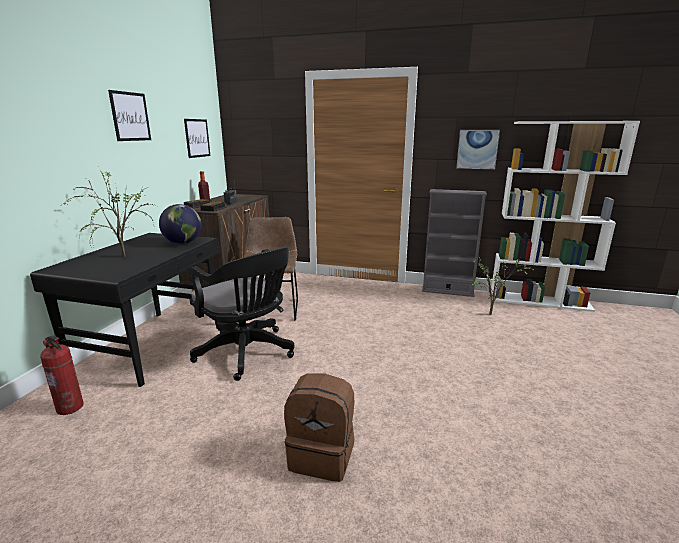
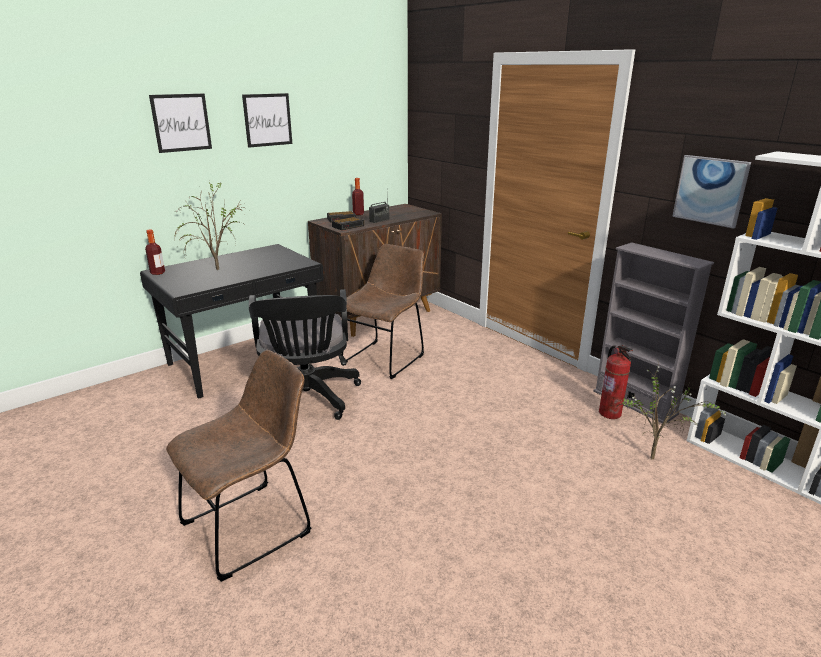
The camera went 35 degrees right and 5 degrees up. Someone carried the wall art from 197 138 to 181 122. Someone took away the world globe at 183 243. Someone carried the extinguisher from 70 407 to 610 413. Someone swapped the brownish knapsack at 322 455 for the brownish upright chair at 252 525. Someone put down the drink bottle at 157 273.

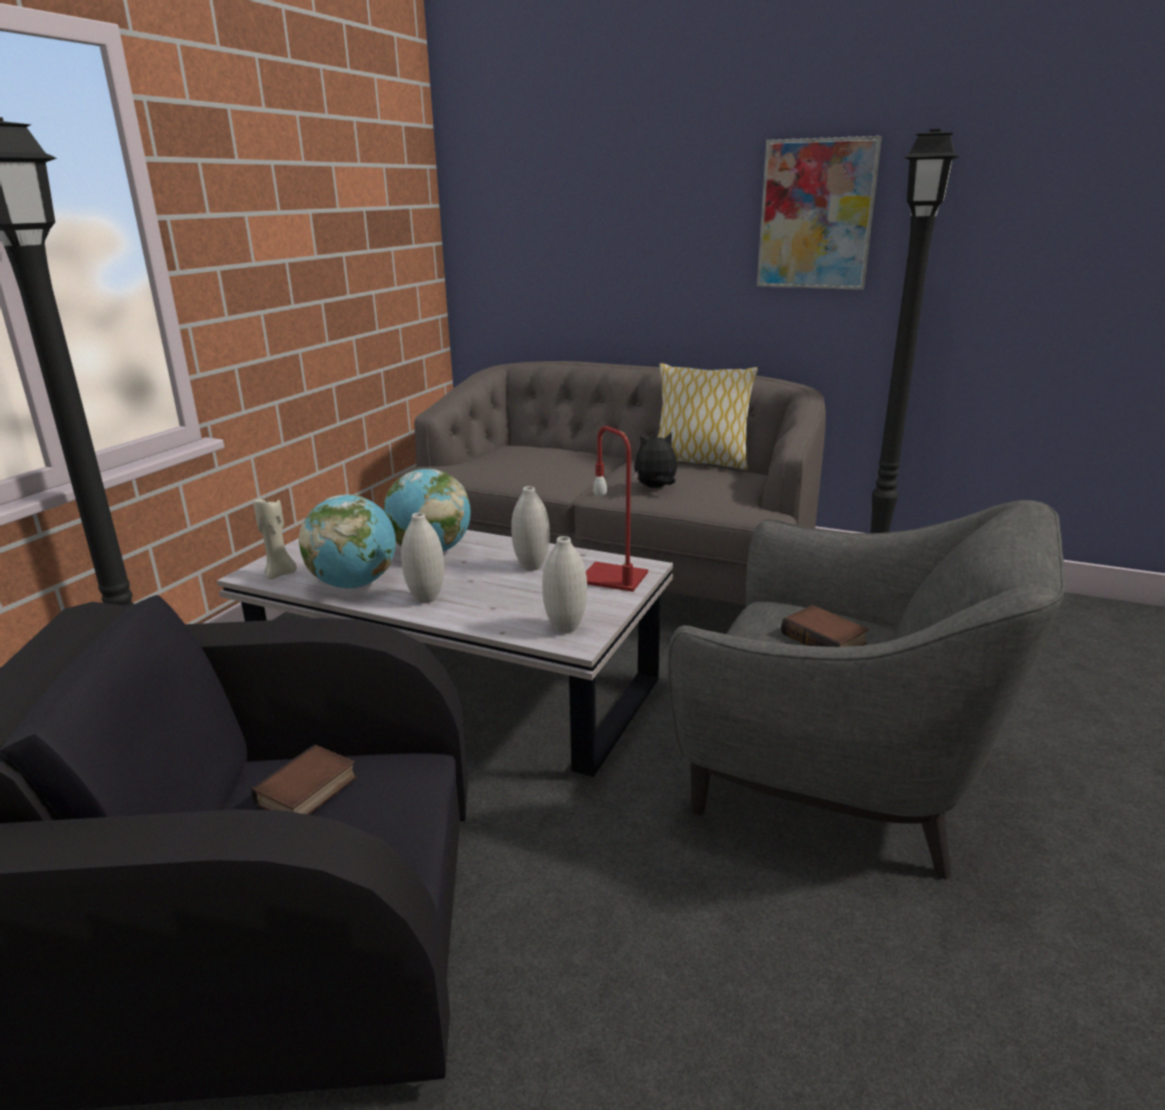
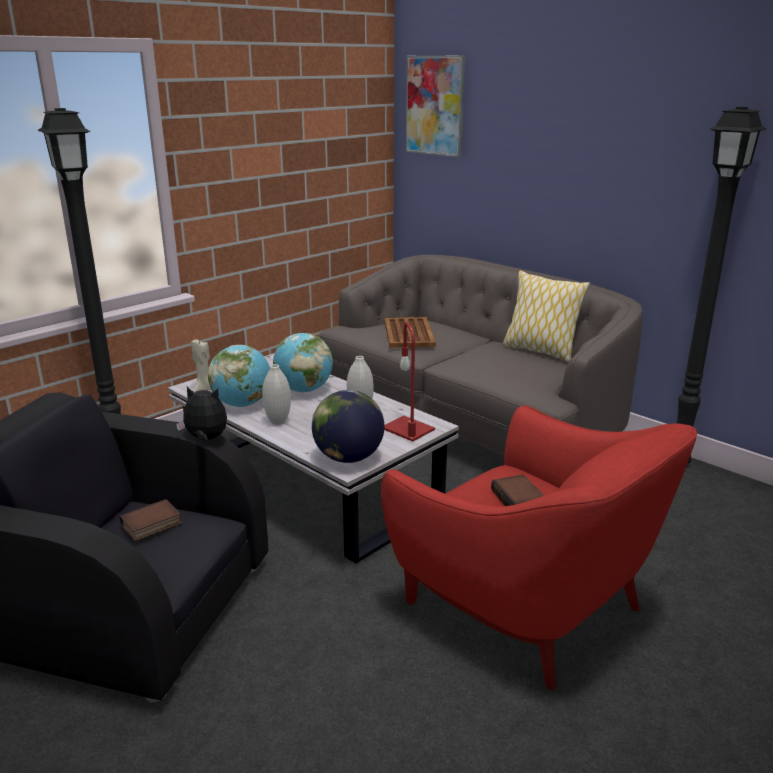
The camera went 20 degrees right and 0 degrees up. Someone carried the wall art from 816 215 to 435 106. Someone carried the plush toy from 655 488 to 206 439. Someone repainted the grey easy chair at 839 776, which became the reddish easy chair at 526 605. Someone swapped the white vase at 565 628 for the world globe at 348 457. Someone put down the brownish tray at 409 333.

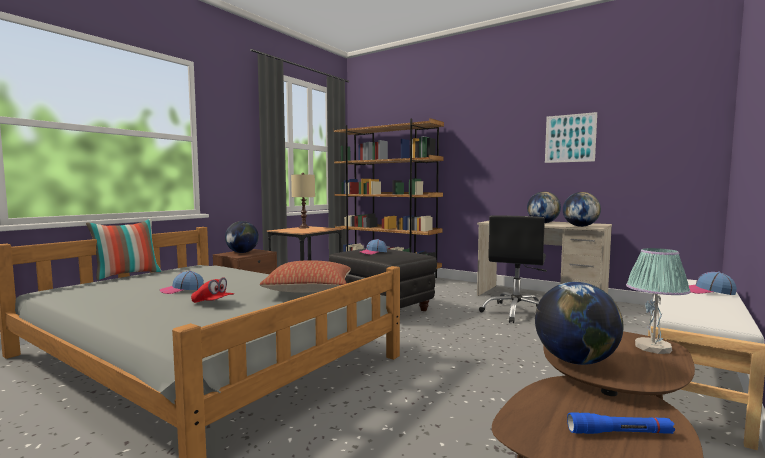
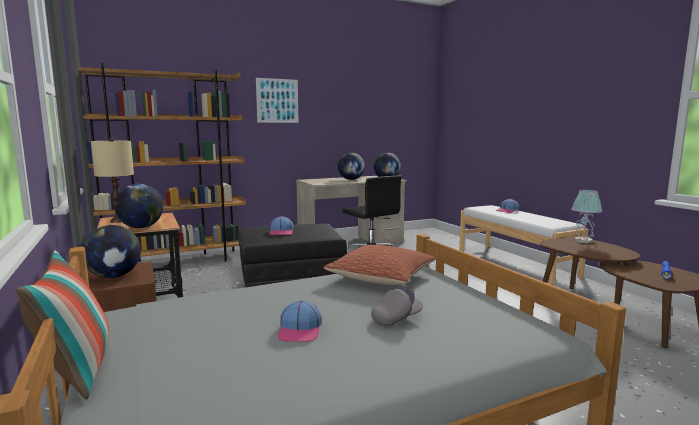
The camera went 60 degrees left and 5 degrees up. Someone carried the wall art from 570 138 to 277 100. Someone repainted the reddish peaked cap at 213 303, which became the grey peaked cap at 397 319. Someone carried the world globe from 575 361 to 141 227.

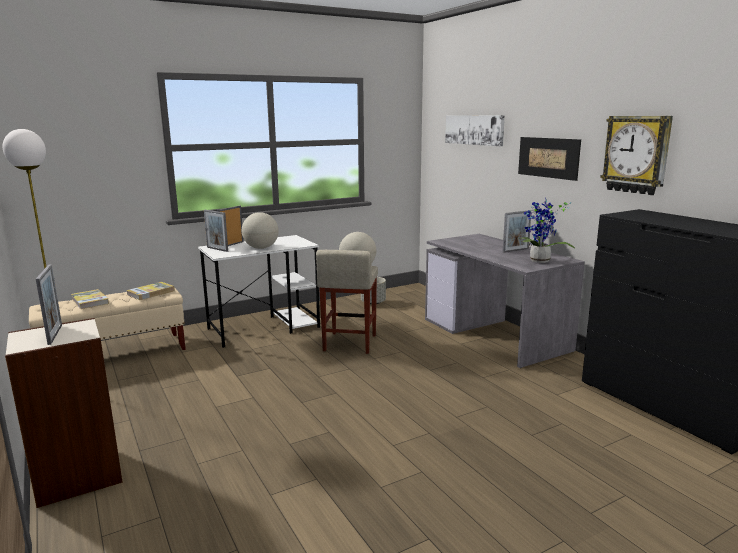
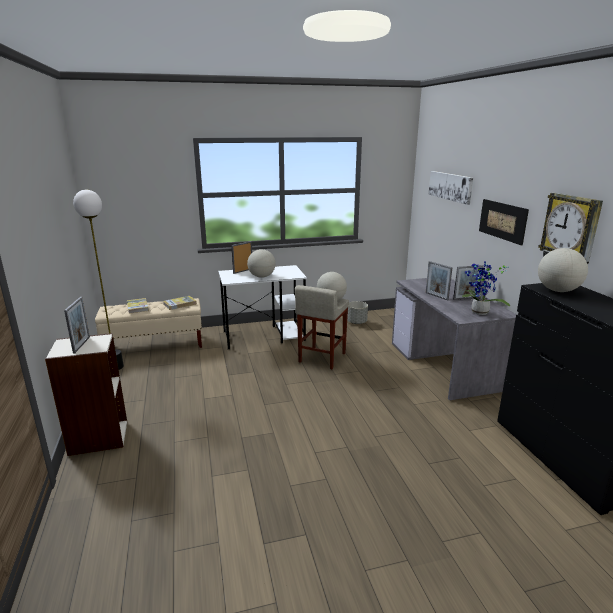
The camera went 15 degrees right and 5 degrees up. Someone carried the standing frame from 217 249 to 436 296. Someone put down the world globe at 557 290.

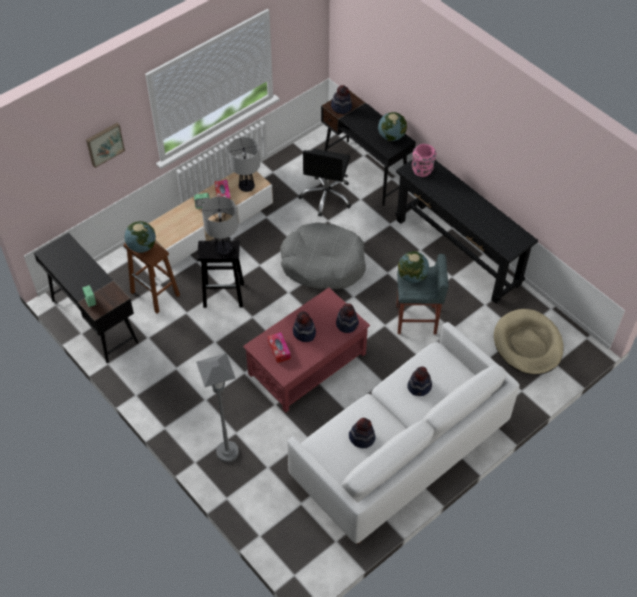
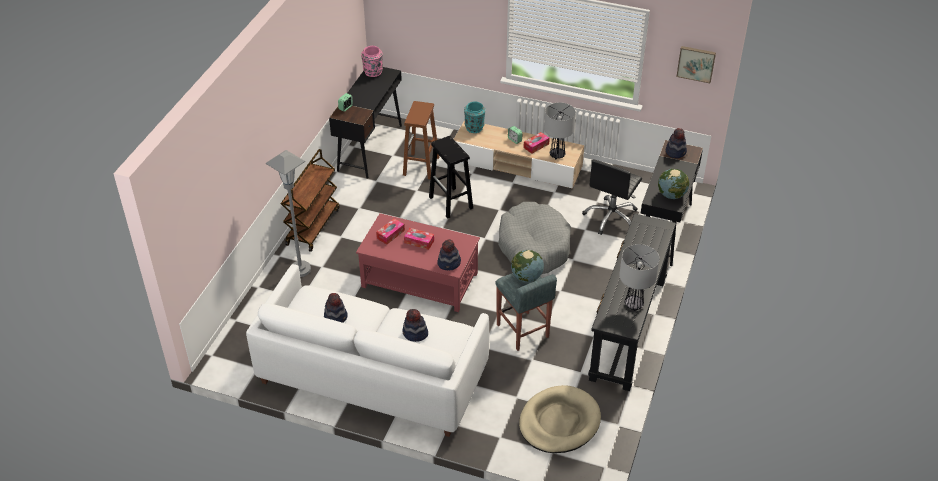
The camera went 60 degrees right and 10 degrees down. Someone carried the wall art from 104 144 to 696 63. Someone carried the pink-coloured vase from 422 170 to 373 72. Someone rotated the black-coloured computer chair at 326 196 by 45 degrees counterclockwise. Someone carried the tabletop lamp from 223 249 to 633 304. Someone took away the world globe at 142 246. Someone swapped the hat at 304 333 for the tissue holder at 419 242. Someone put down the turquoise vase at 474 127. Someone put down the brownish cart at 313 226.

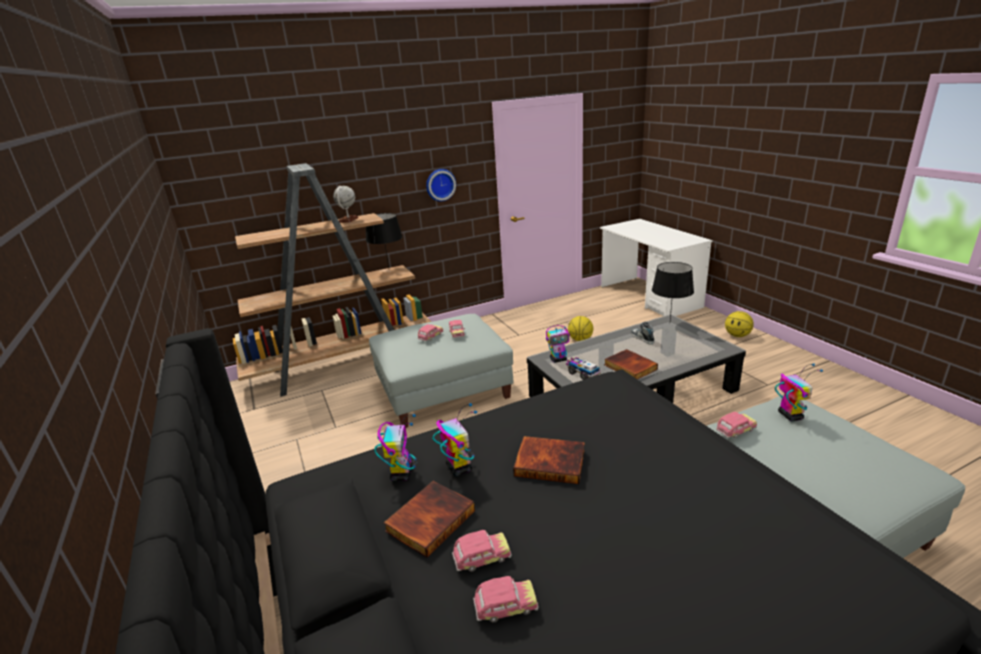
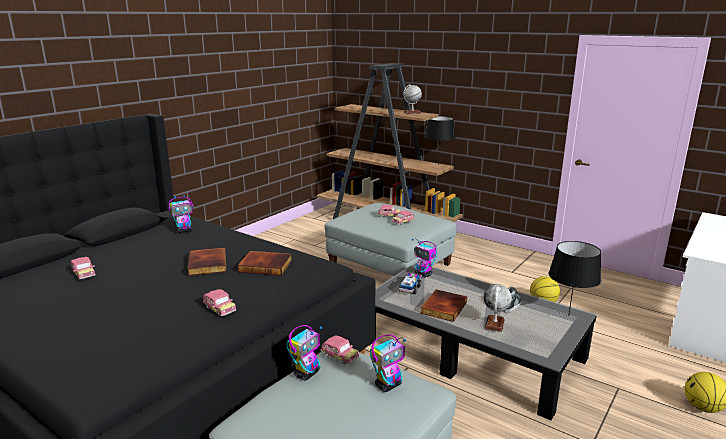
The camera went 60 degrees right and 5 degrees down. Someone took away the wall clock at 440 184. Someone carried the toy robot from 458 468 to 307 373. Someone carried the bound book from 430 519 to 266 265. Someone carried the toy car from 482 558 to 219 309. Someone put down the world globe at 494 324.

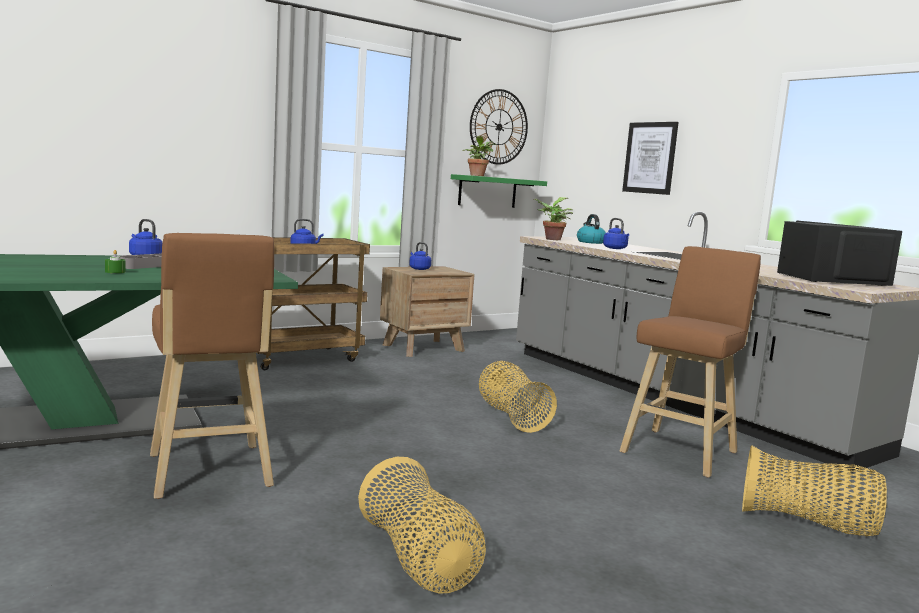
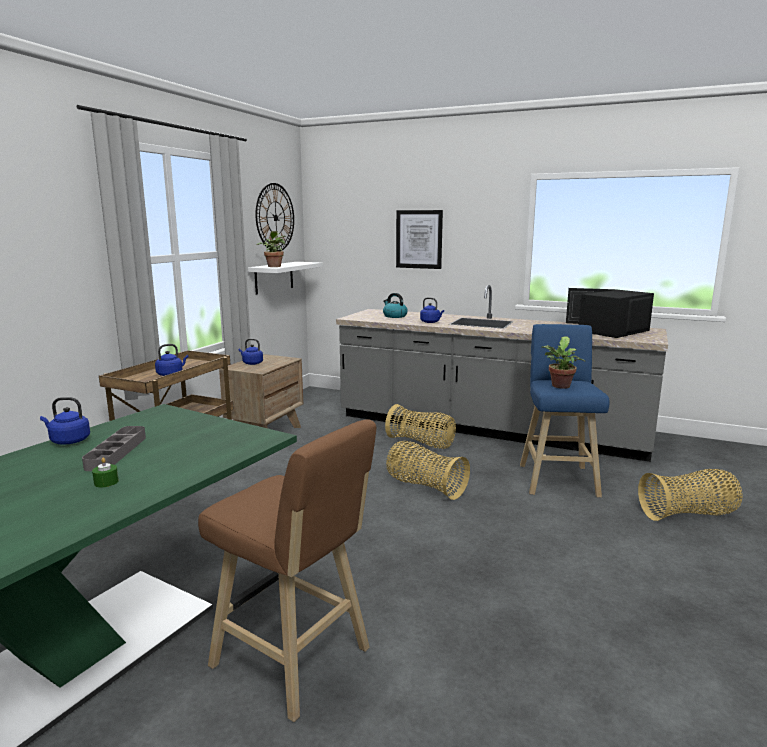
The camera went 30 degrees left and 5 degrees up. Someone repainted the green-coloured shelf at 487 191, which became the white shelf at 274 277. Someone carried the potted plant from 551 239 to 560 386. Someone repainted the brownish stool seat at 681 451, which became the blue stool seat at 557 479. Someone carried the storage basket from 419 561 to 421 443.

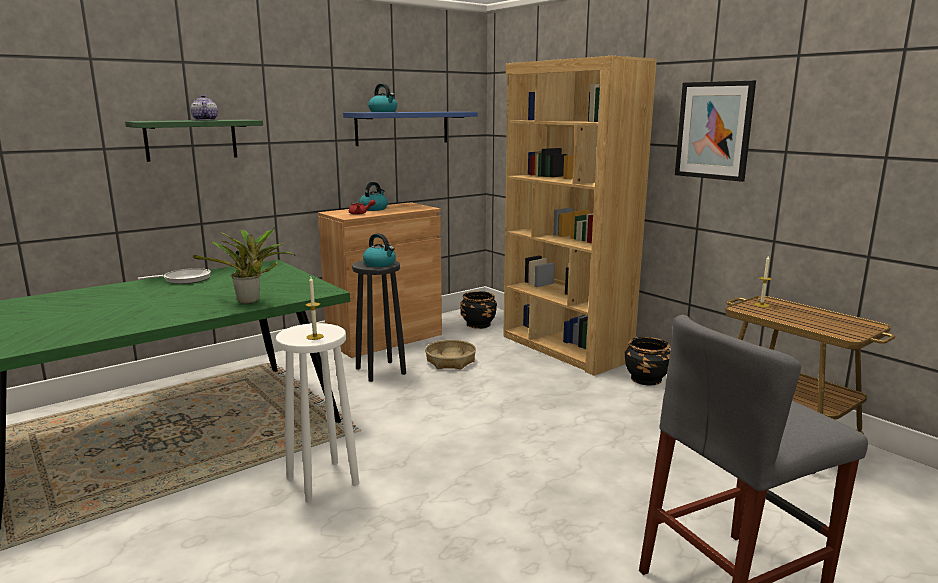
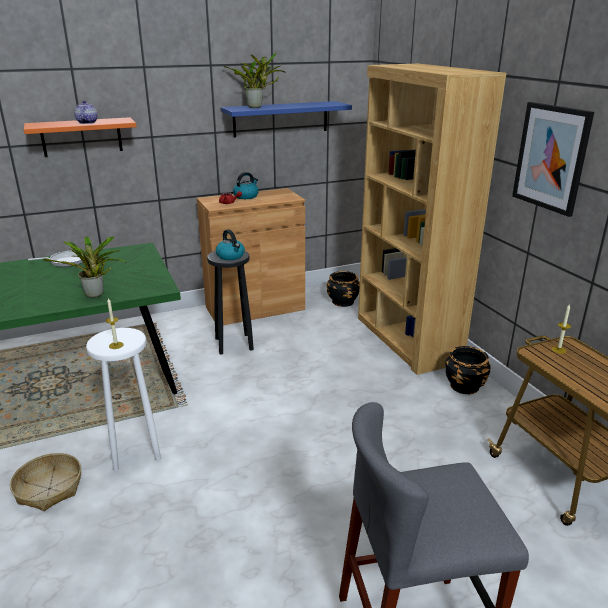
The camera went 15 degrees right and 10 degrees up. Someone swapped the kettle at 383 112 for the potted plant at 257 107. Someone repainted the green-coloured shelf at 191 139, which became the orange-coloured shelf at 81 137. Someone carried the storage basket from 450 361 to 49 489.

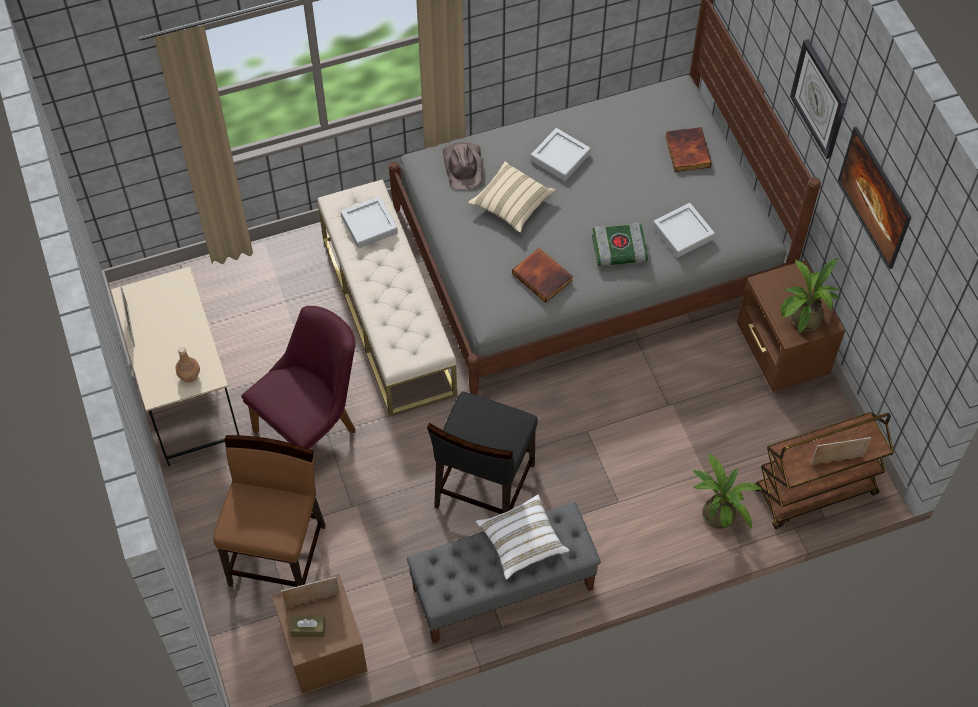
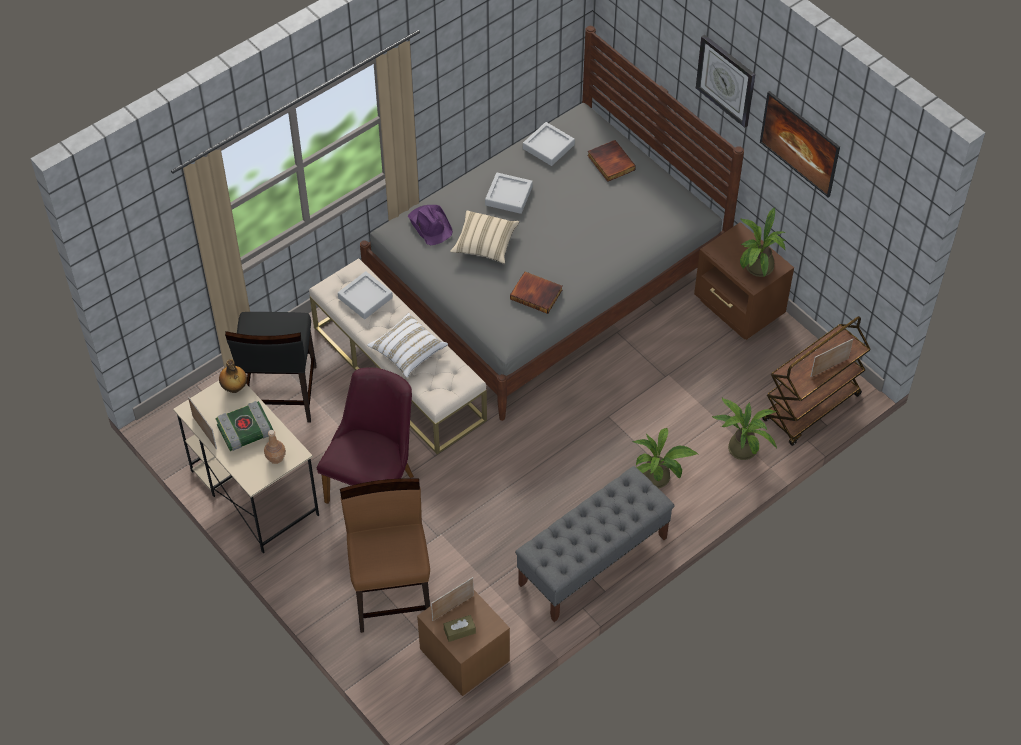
The camera went 20 degrees left and 5 degrees down. Someone repainted the brownish hat at 463 166, which became the purple hat at 430 225. Someone carried the grey tray from 683 233 to 548 147. Someone carried the bound book from 618 250 to 245 431. Someone carried the black-coloured upright chair from 483 486 to 280 394. Someone carried the white throw pillow from 522 542 to 408 352. Someone put down the drink bottle at 234 388. Someone put down the potted plant at 659 478.

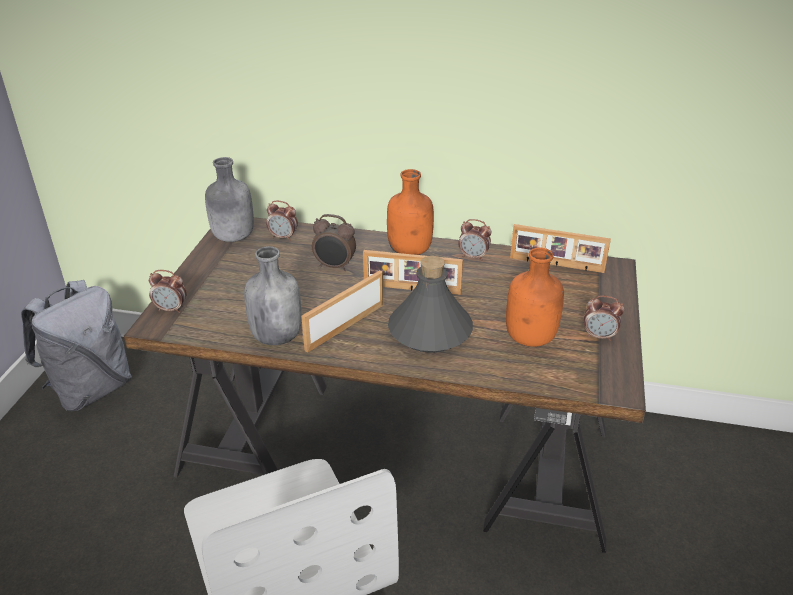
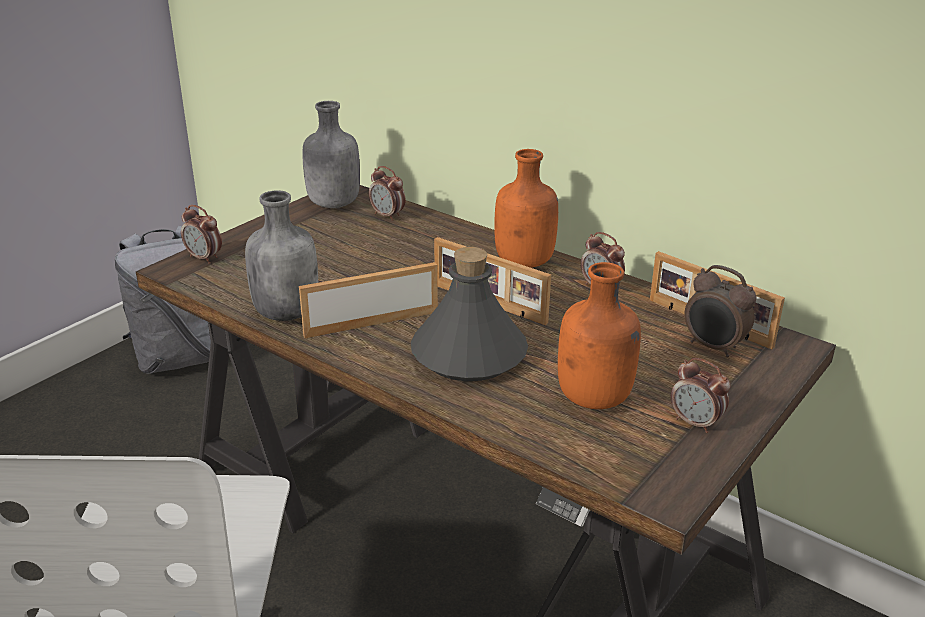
The camera went 25 degrees right and 5 degrees down. Someone carried the table clock from 334 266 to 713 347.

